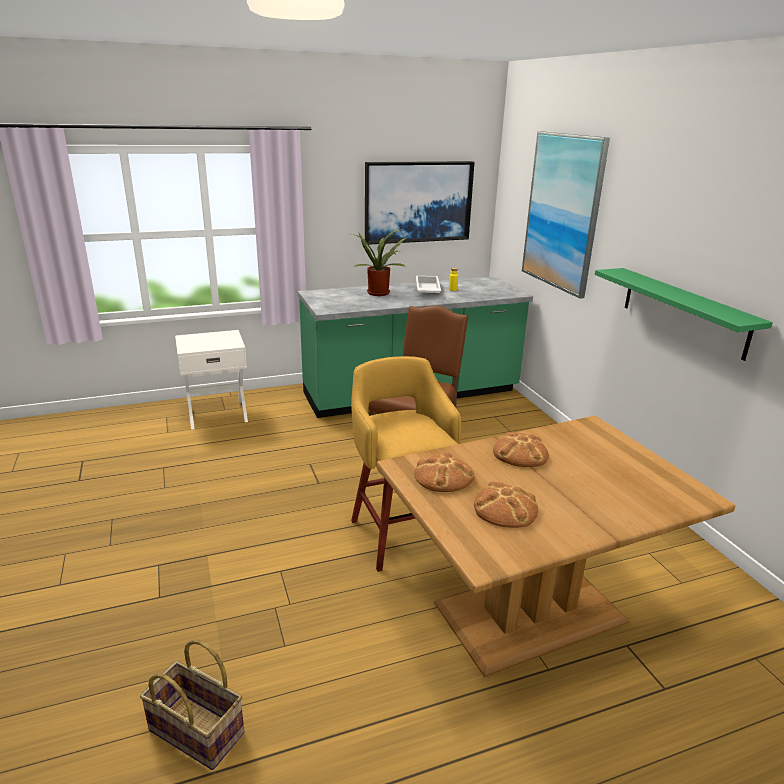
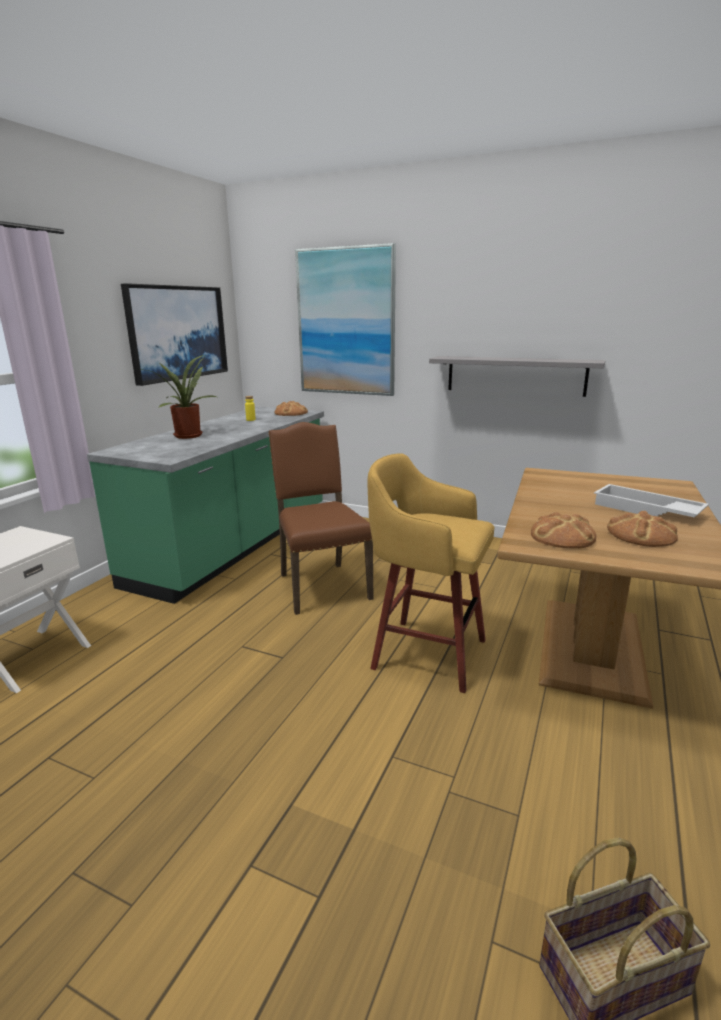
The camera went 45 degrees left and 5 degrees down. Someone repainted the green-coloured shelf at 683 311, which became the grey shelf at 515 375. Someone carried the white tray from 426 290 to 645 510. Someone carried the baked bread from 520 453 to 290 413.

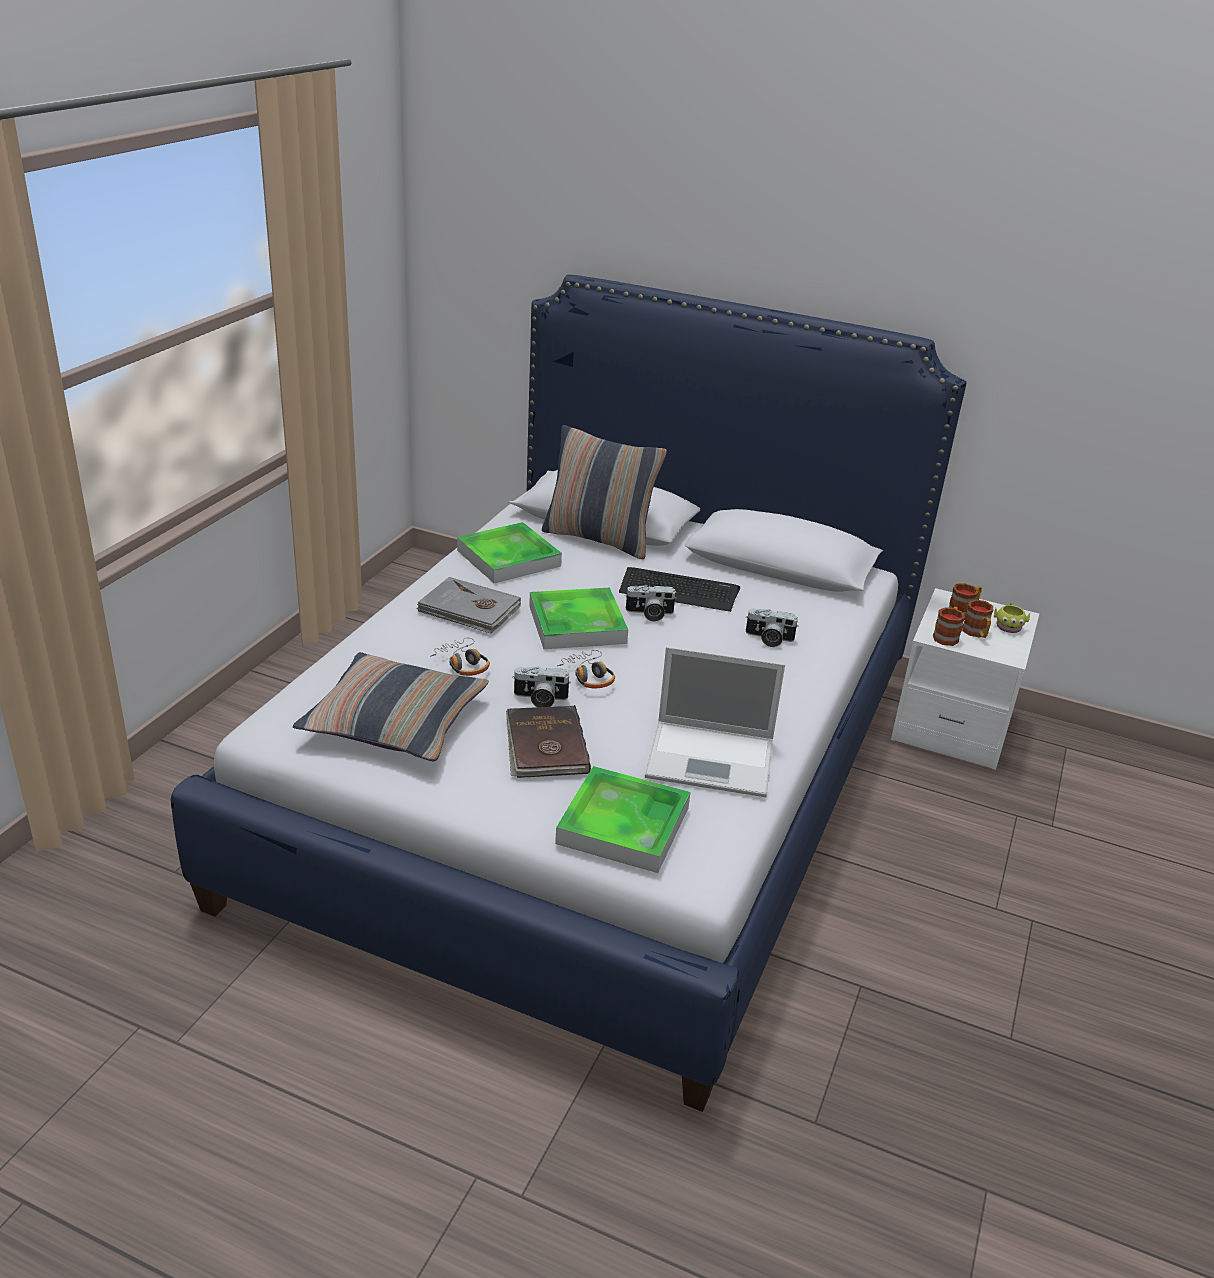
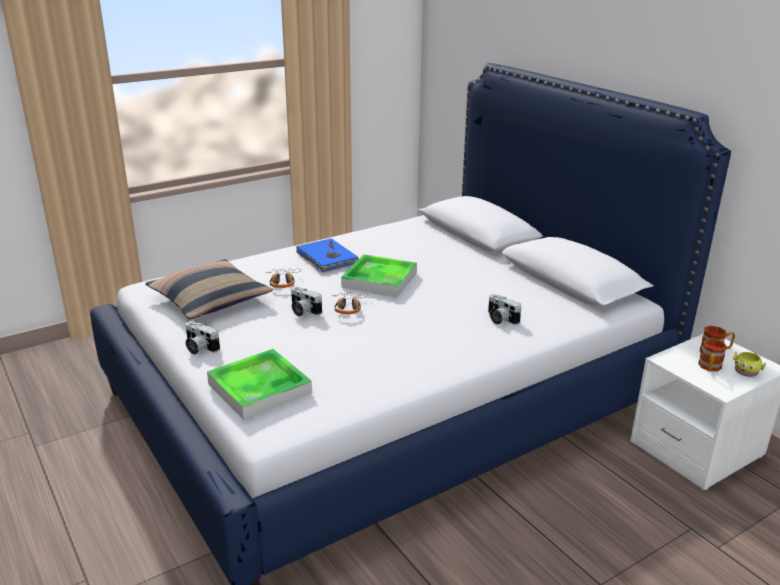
The camera went 35 degrees right and 5 degrees down. Someone took away the throw pillow at 599 539. Someone took away the tray at 508 558. Someone took away the keyboard at 678 590. Someone repainted the grey bound book at 469 610, which became the blue bound book at 326 258. Someone carried the photo camera from 649 614 to 199 348. Someone took away the mug at 947 636. Someone took away the portable computer at 713 759. Someone took away the brownish bound book at 545 746.

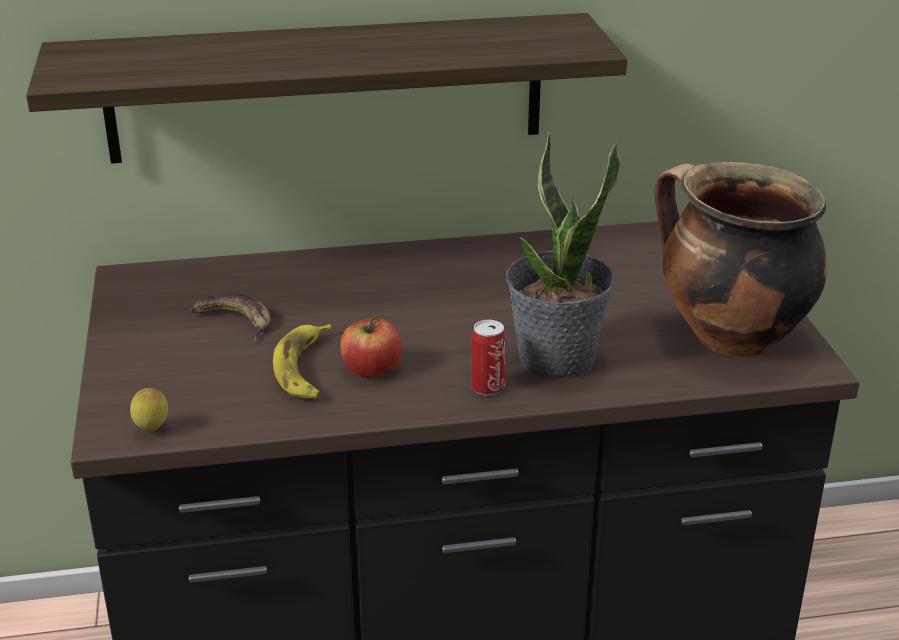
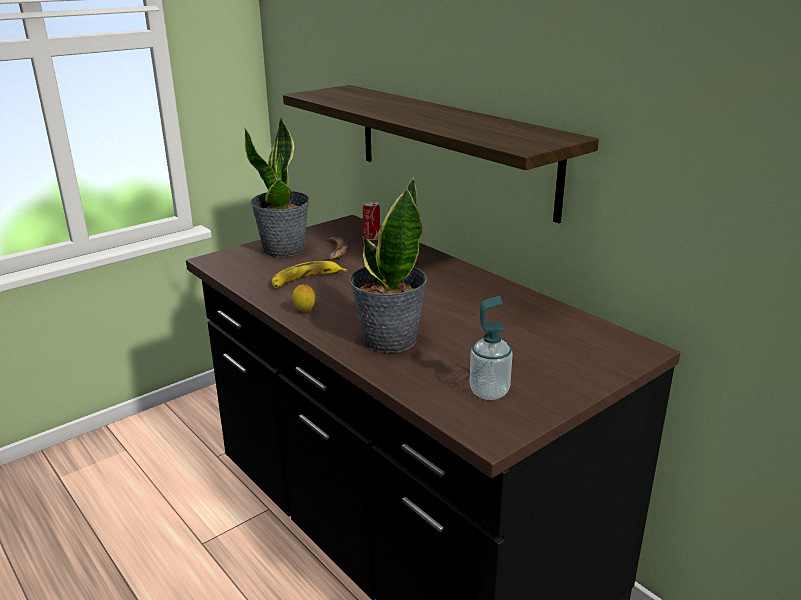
The camera went 60 degrees right and 5 degrees down. Someone swapped the cooking pot at 728 337 for the liquid soap bottle at 489 392. Someone took away the apple fruit at 372 370. Someone carried the can from 487 387 to 371 237. Someone carried the citrus fruit from 152 430 to 304 312. Someone put down the potted plant at 284 249.

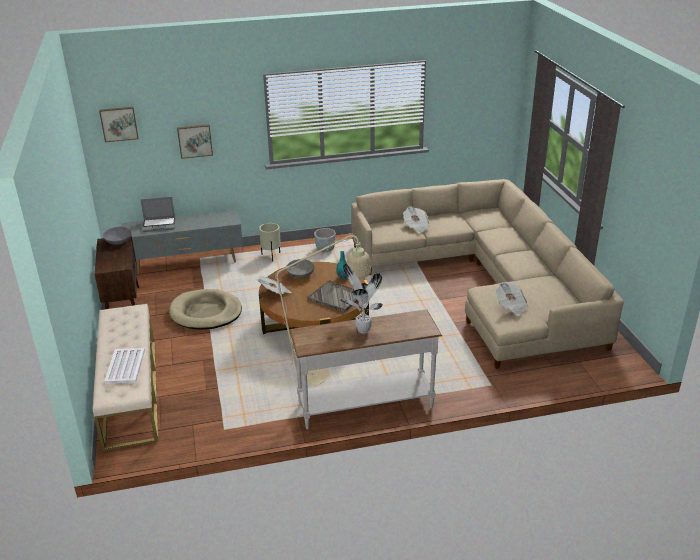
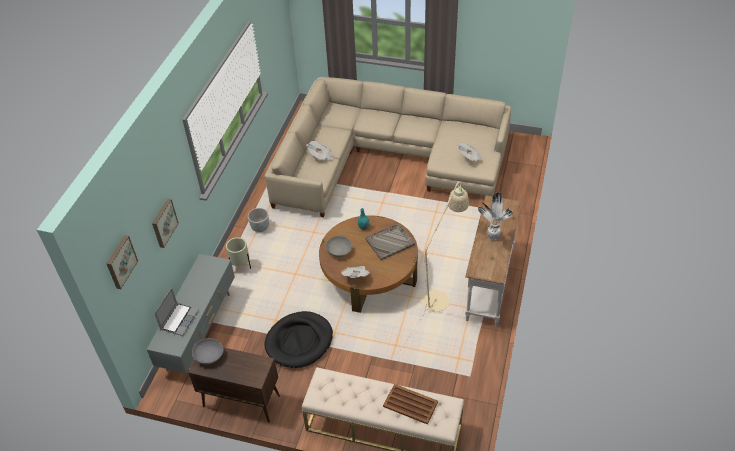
The camera went 60 degrees left and 15 degrees up. Someone repainted the beige-coloured dog cushion at 206 313, which became the black-coloured dog cushion at 299 341. Someone repainted the white tray at 125 366, which became the brownish tray at 410 404.

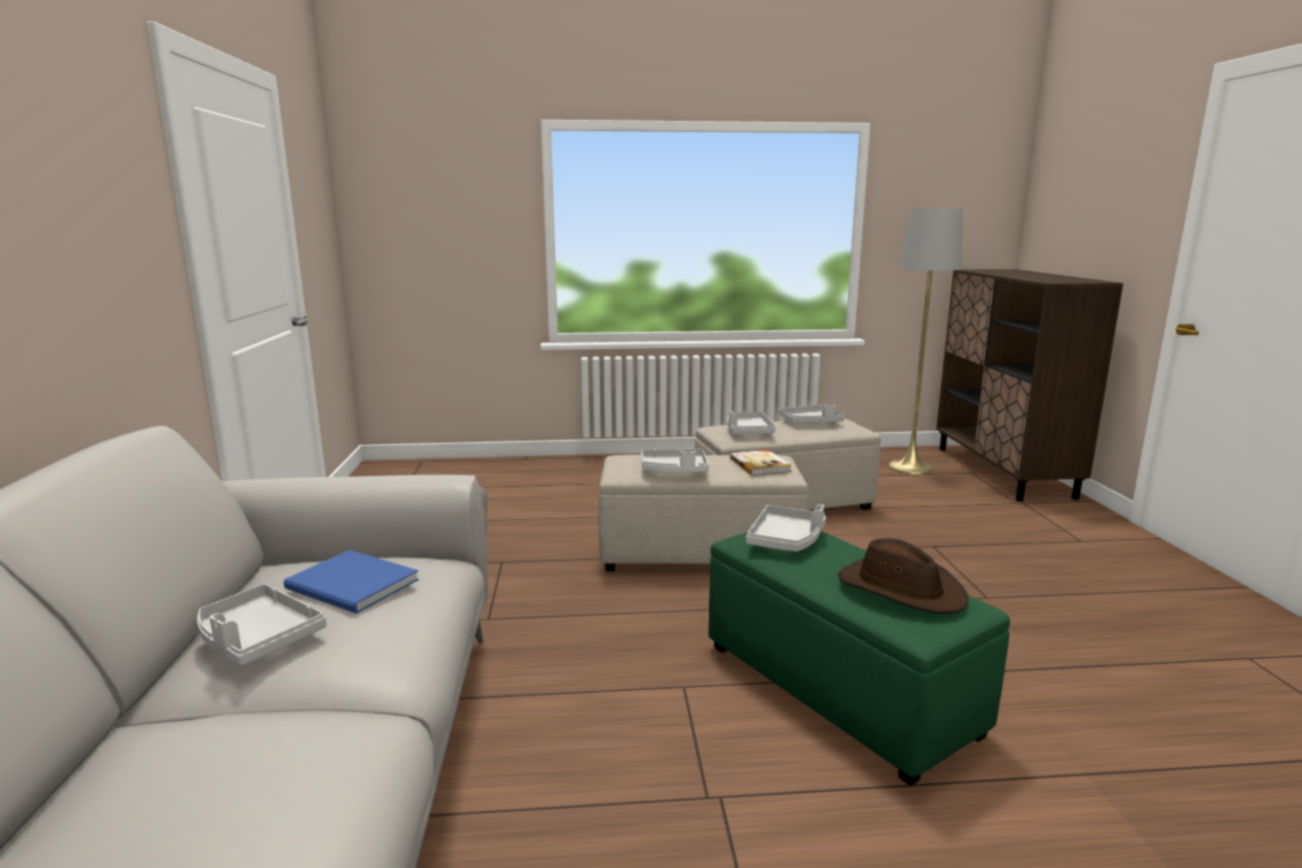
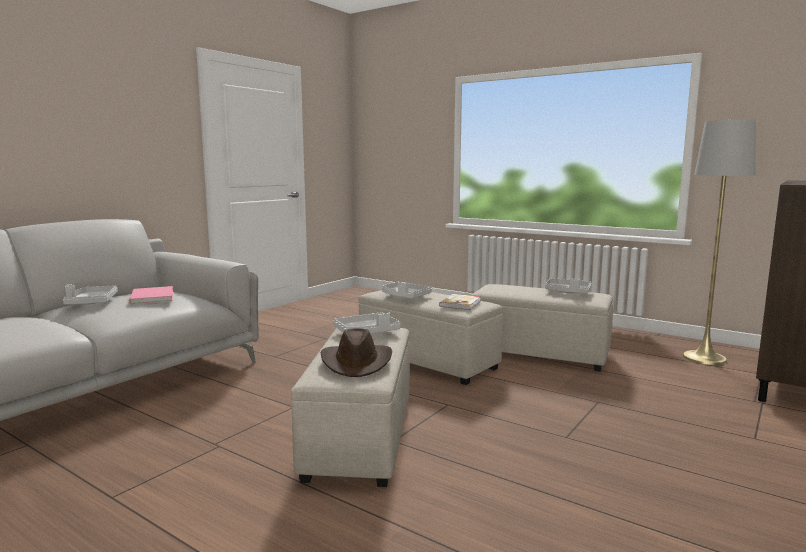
The camera went 40 degrees right and 5 degrees down. Someone took away the grey tray at 748 431. Someone repainted the green-coloured pouffe at 839 689, which became the beige-coloured pouffe at 360 437. Someone repainted the blue bound book at 352 586, which became the pink-coloured bound book at 150 297.

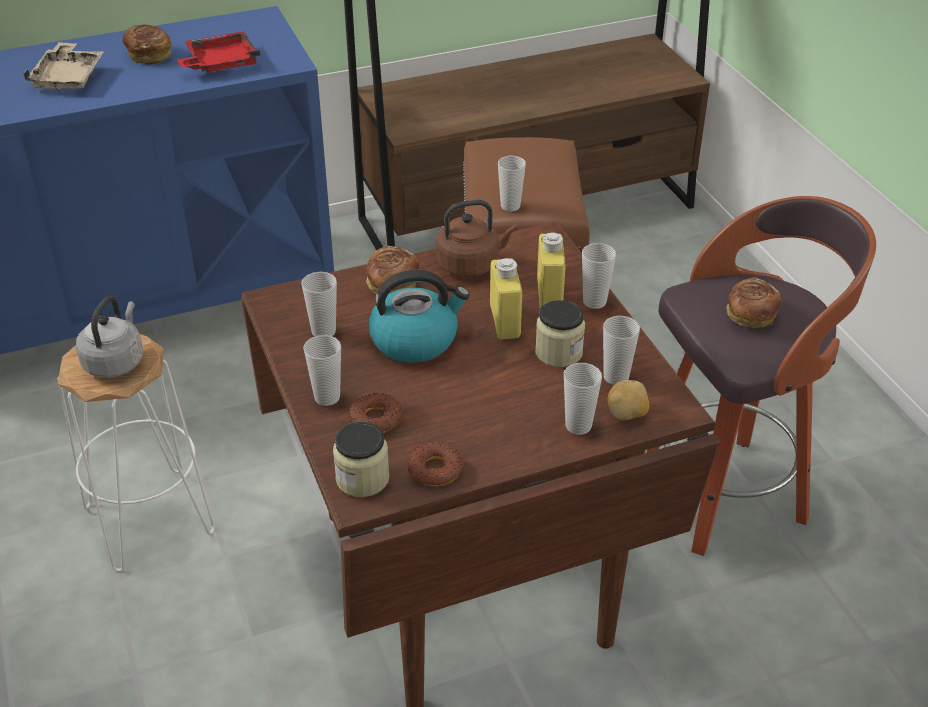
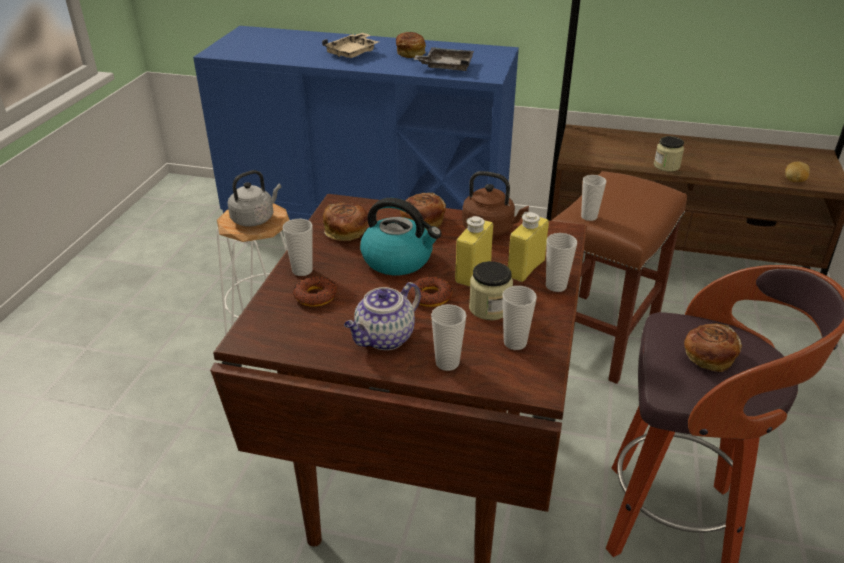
The camera went 35 degrees right and 5 degrees down. Someone repainted the reddish tray at 220 63, which became the grey tray at 446 67. Someone swapped the drinking cup at 323 331 for the baked bread at 346 232. Someone carried the spud from 627 414 to 794 181. Someone carried the storage jar from 362 478 to 666 166. Someone carried the donut from 435 469 to 430 296. Someone put down the pot for tea at 384 338.

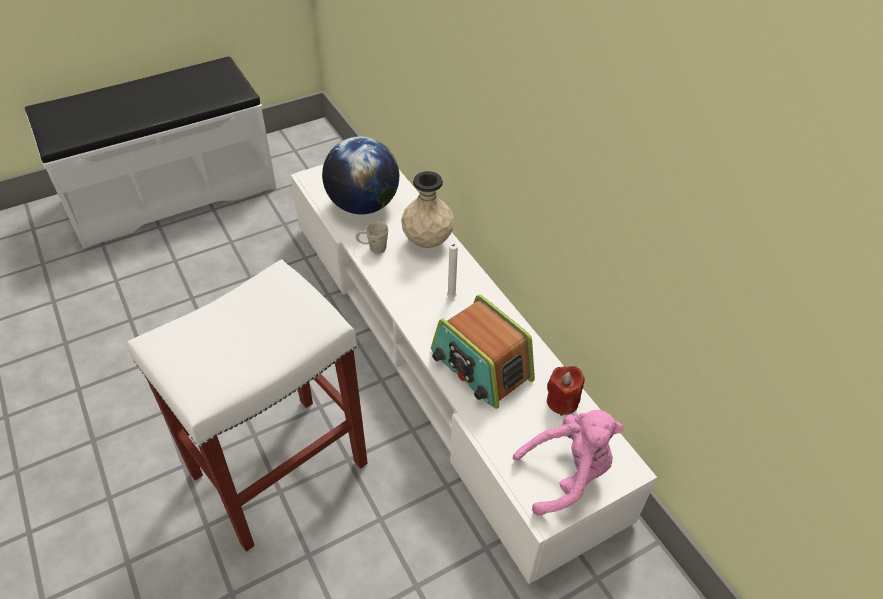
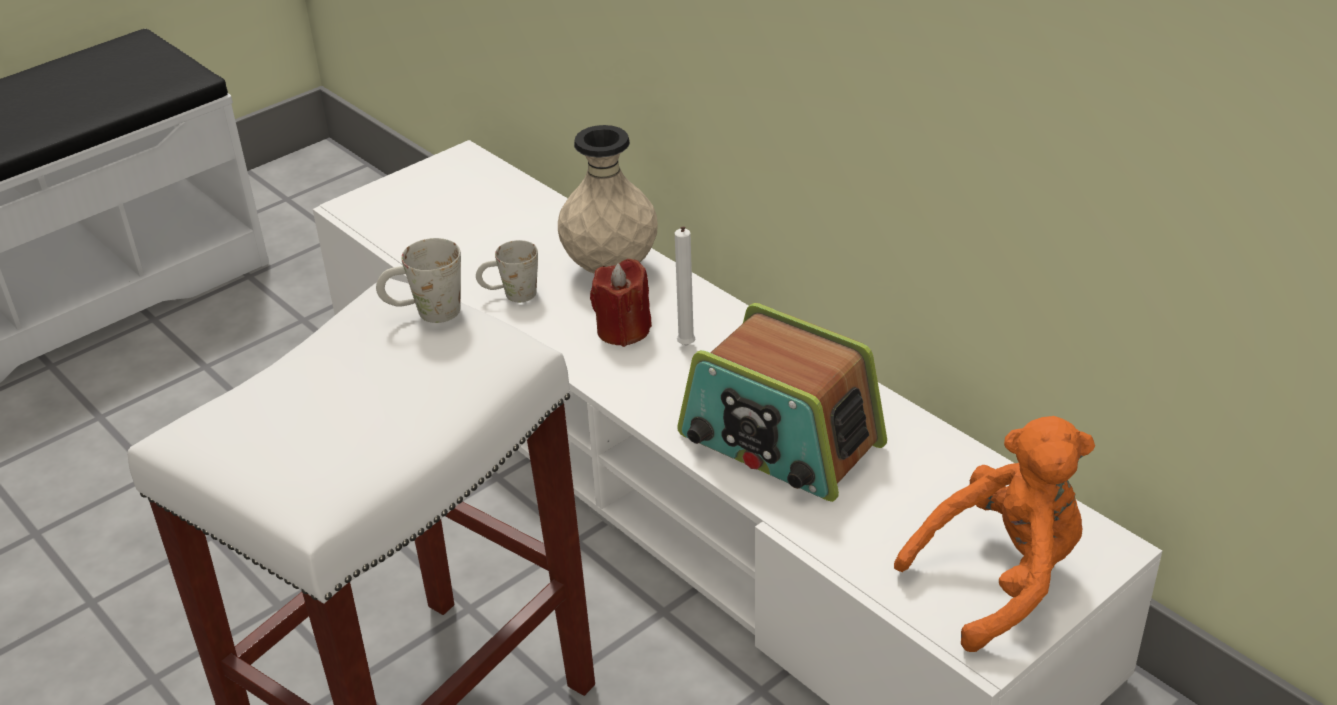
The camera went 10 degrees left and 10 degrees down. Someone took away the world globe at 363 205. Someone carried the reddish wax light from 562 401 to 623 330. Someone repainted the pink-coloured plush toy at 567 474, which became the orange-coloured plush toy at 1001 579. Someone put down the white mug at 425 313.

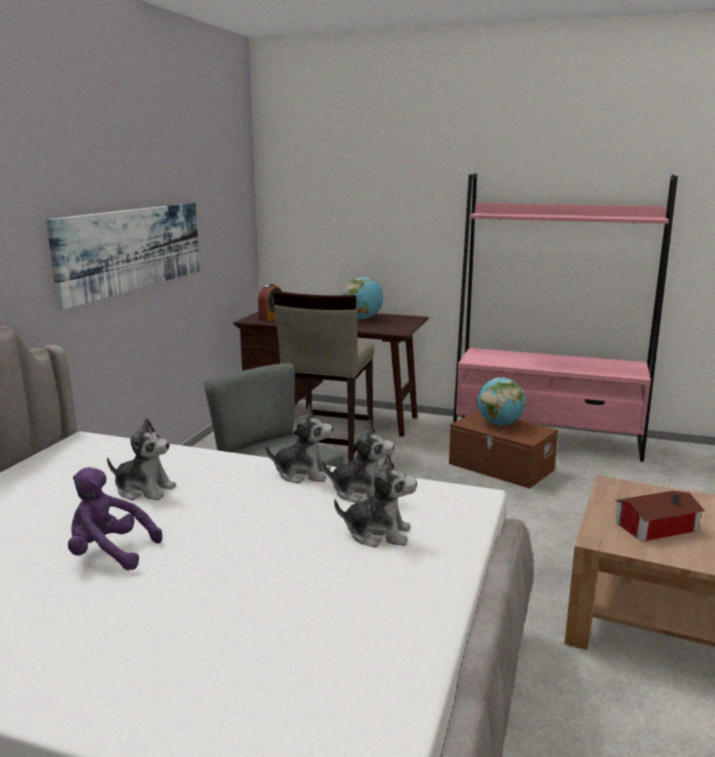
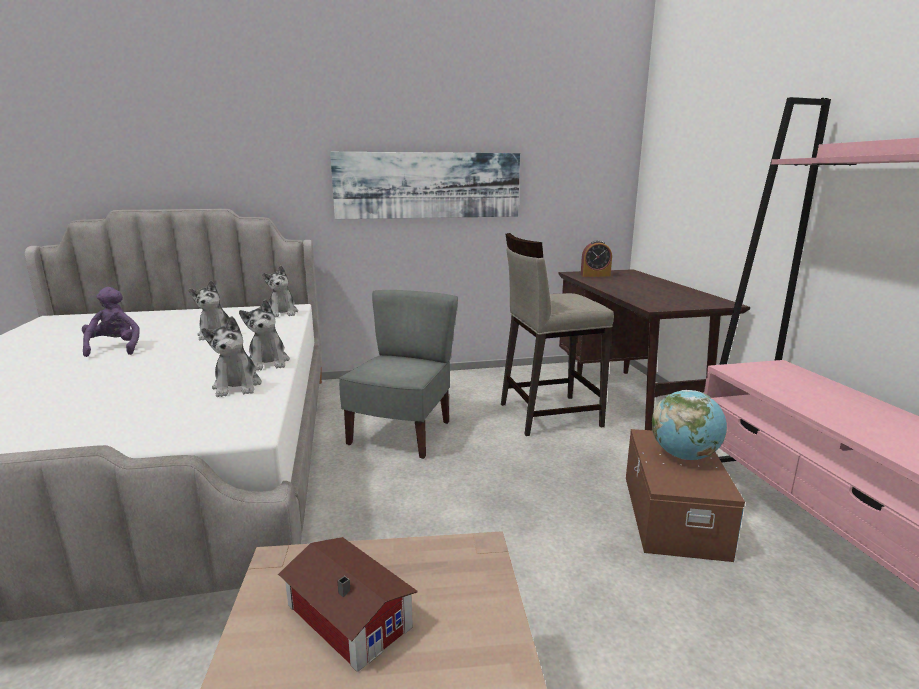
The camera went 60 degrees right and 0 degrees up. Someone took away the world globe at 363 318. Someone carried the plush toy from 378 533 to 283 313.

